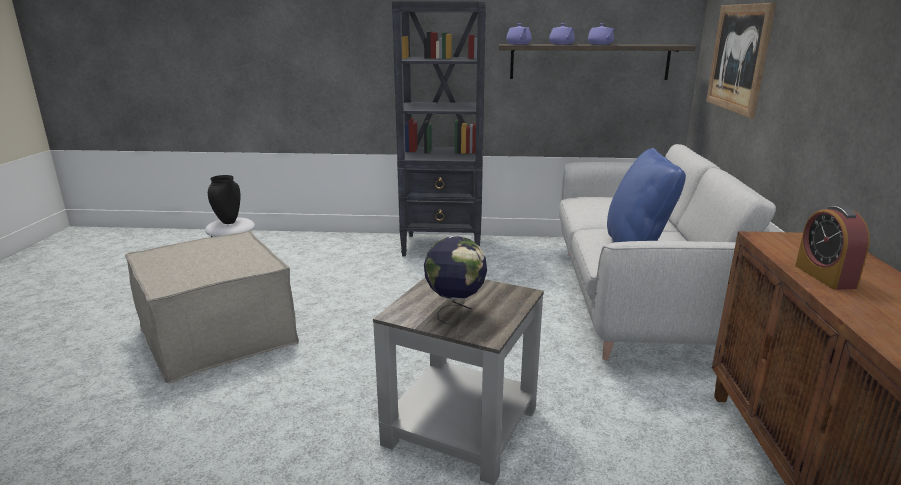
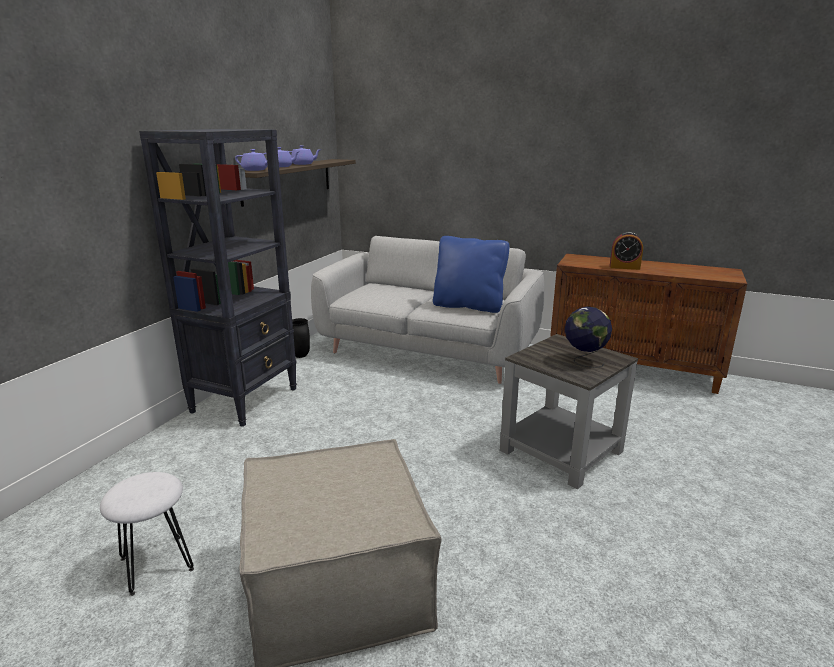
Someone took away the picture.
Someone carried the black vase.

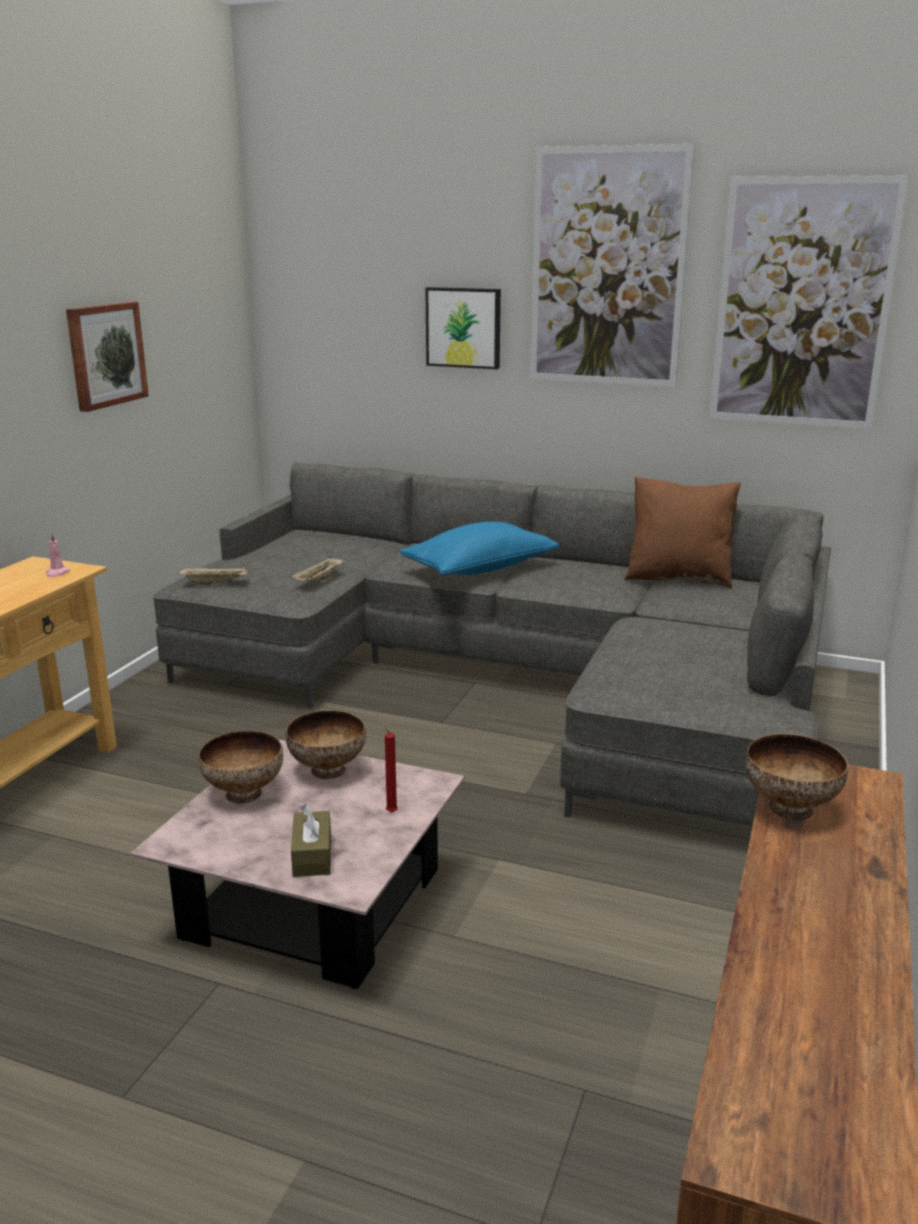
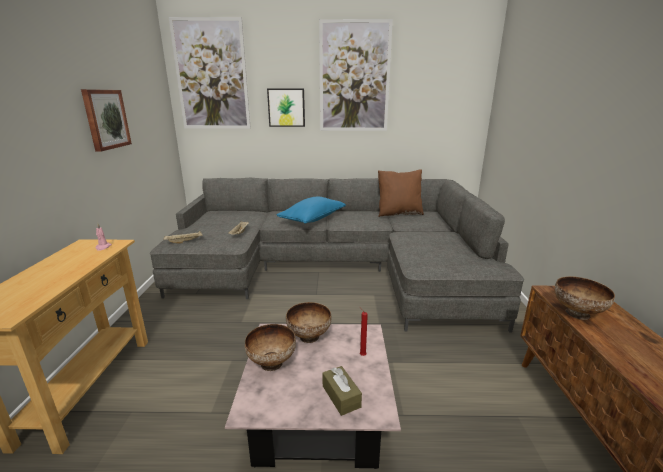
Someone carried the picture (no. 4 from left in the first image).

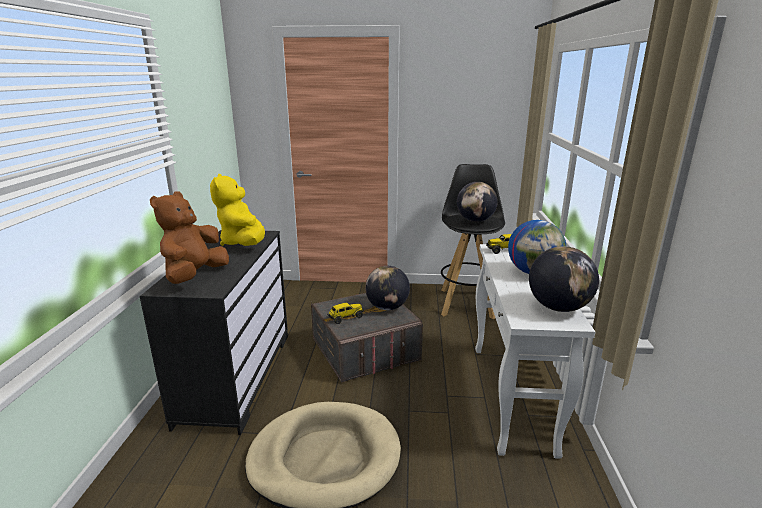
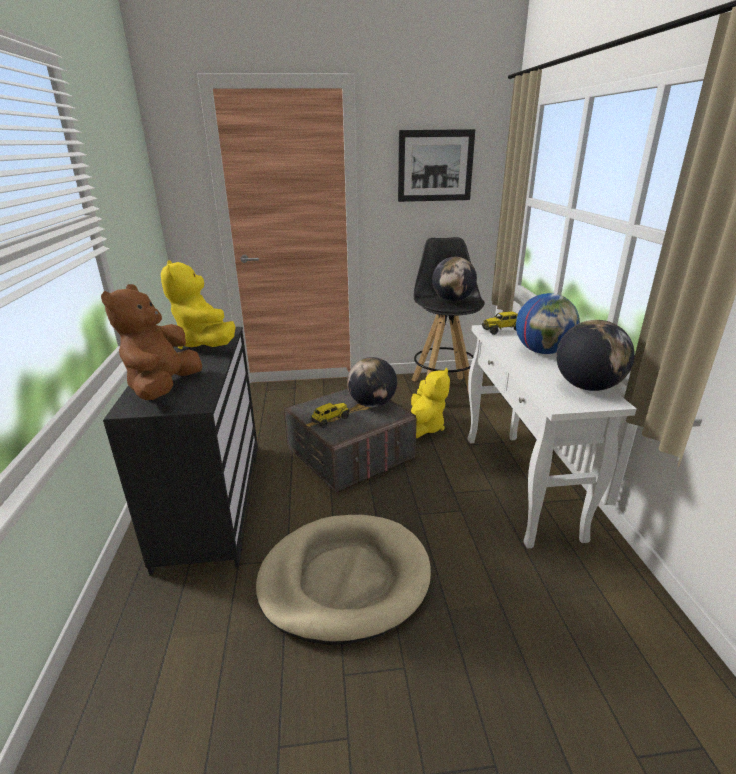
Someone put up the picture.
Someone put down the yellow plush toy (no. 2 from left).

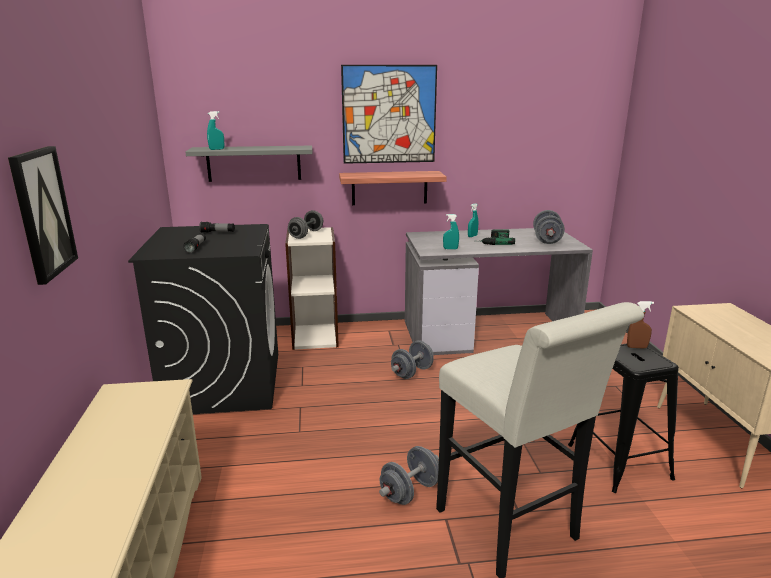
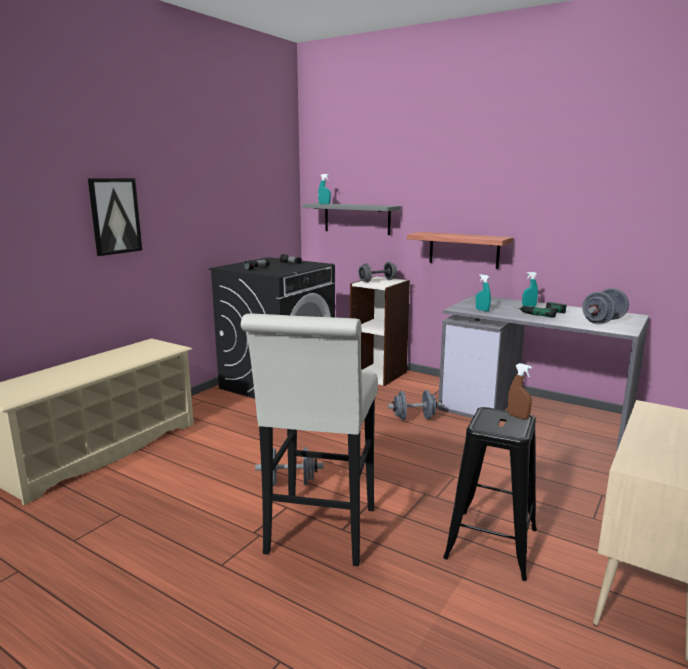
Someone took away the picture (no. 2 from left).

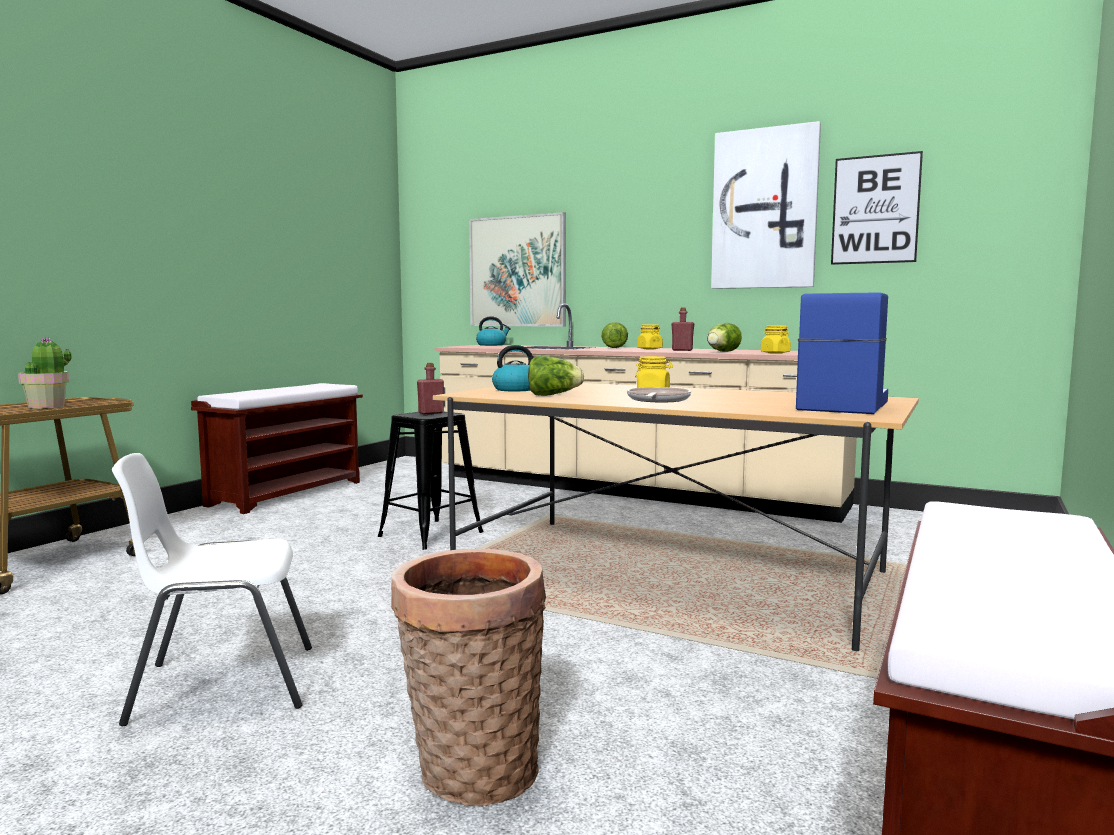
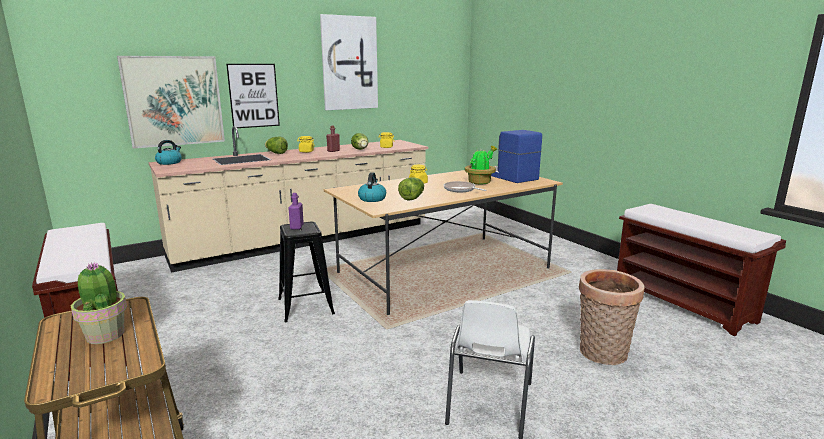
Someone carried the picture (no. 3 from left in the first image).
Someone repainted the red bottle (no. 1 from left), which became the purple bottle.
Someone put down the potted plant (no. 2 from left).

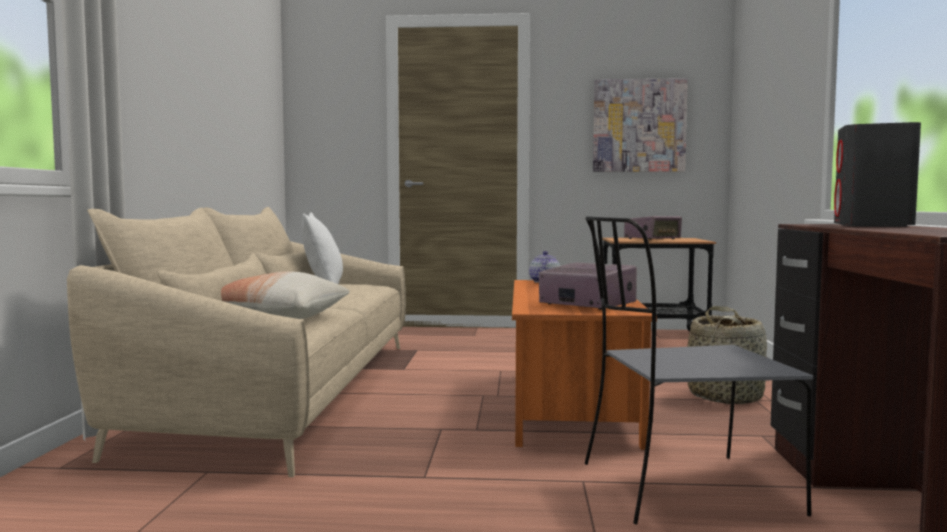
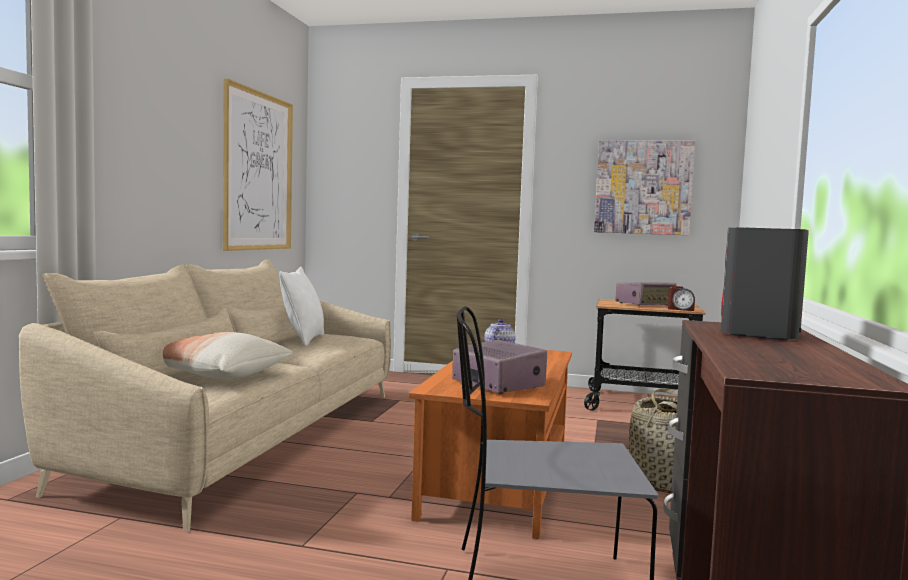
Someone put up the picture (no. 1 from left).
Someone put down the alarm clock.

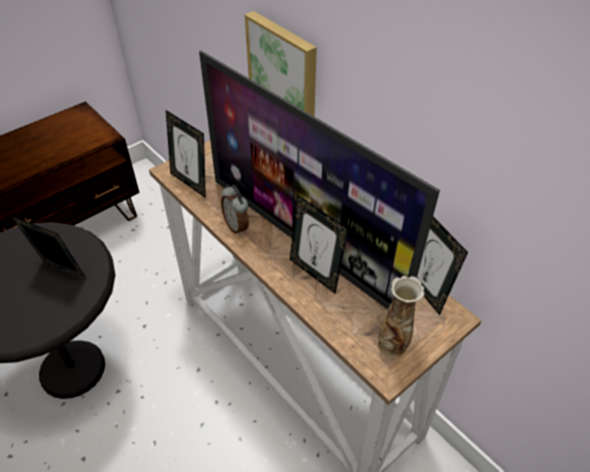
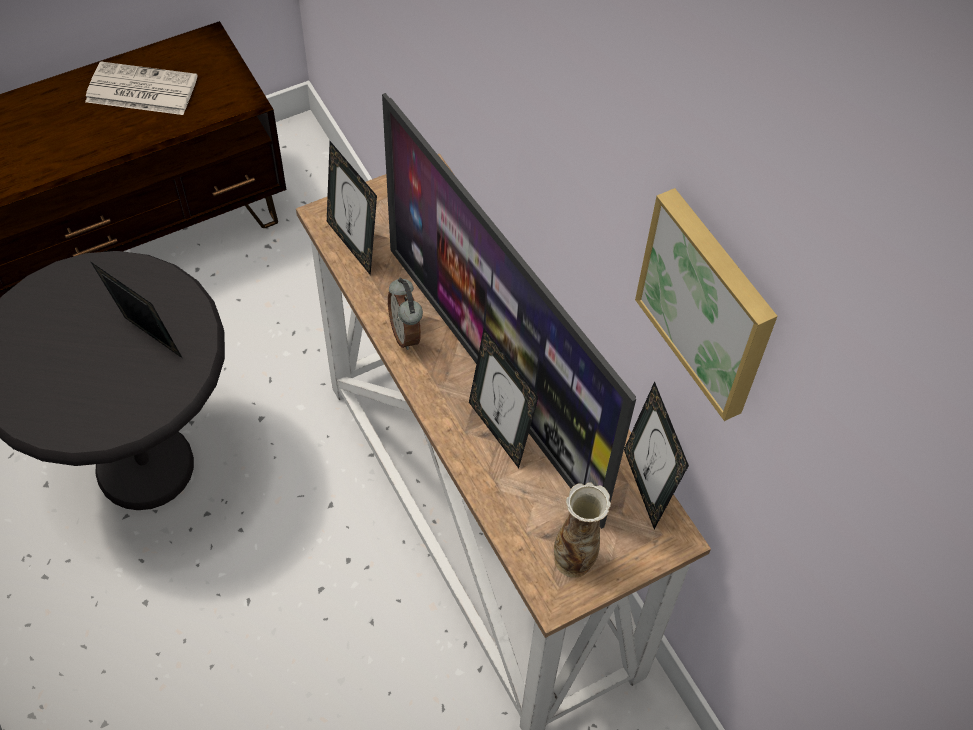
Someone carried the picture.
Someone put down the newspaper.

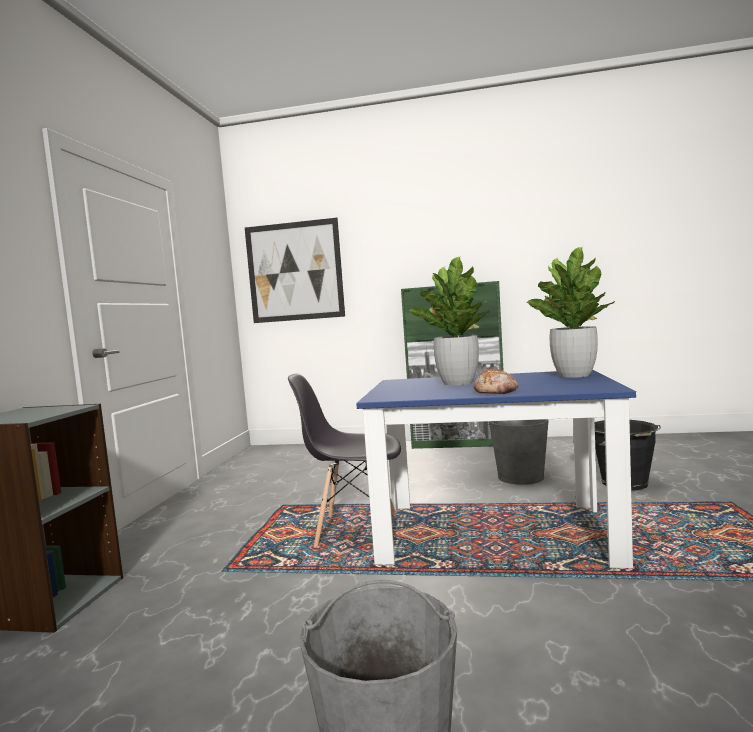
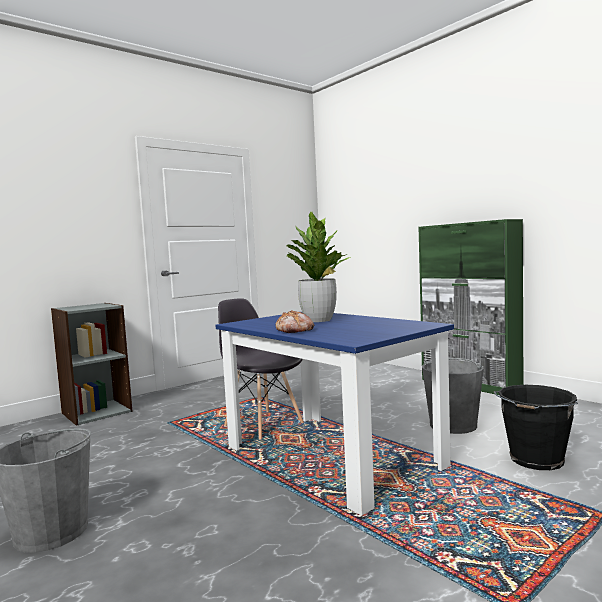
Someone took away the picture.
Someone took away the potted plant (no. 2 from left).

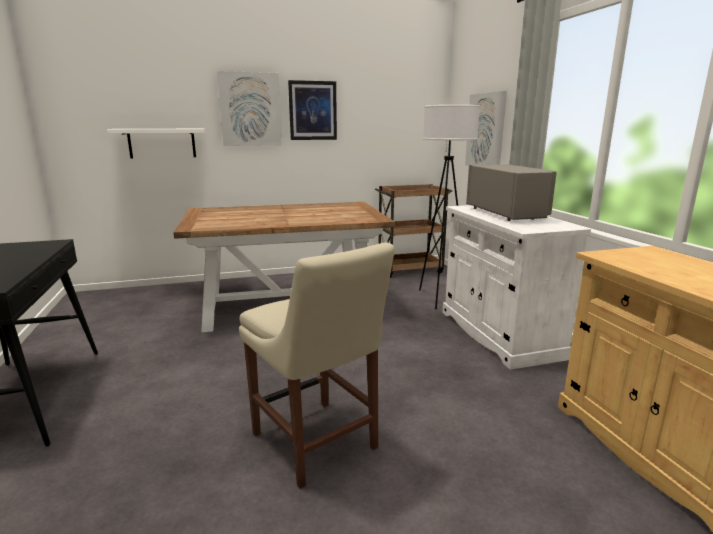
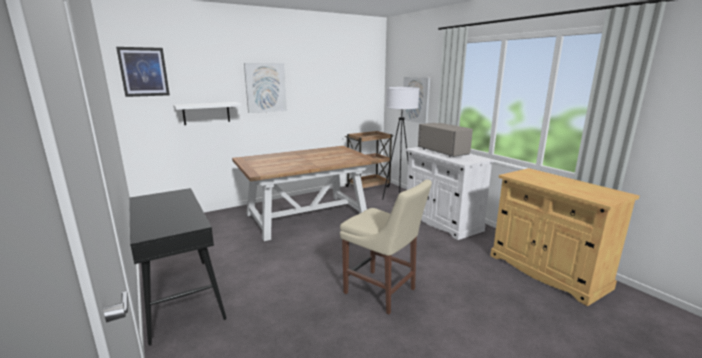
Someone carried the picture (no. 2 from left in the first image).

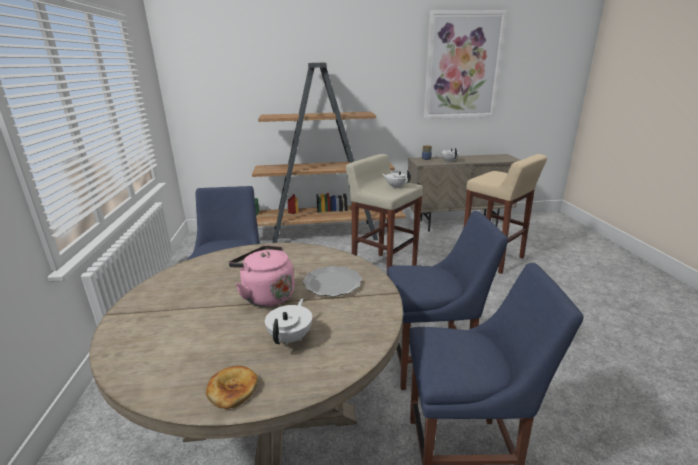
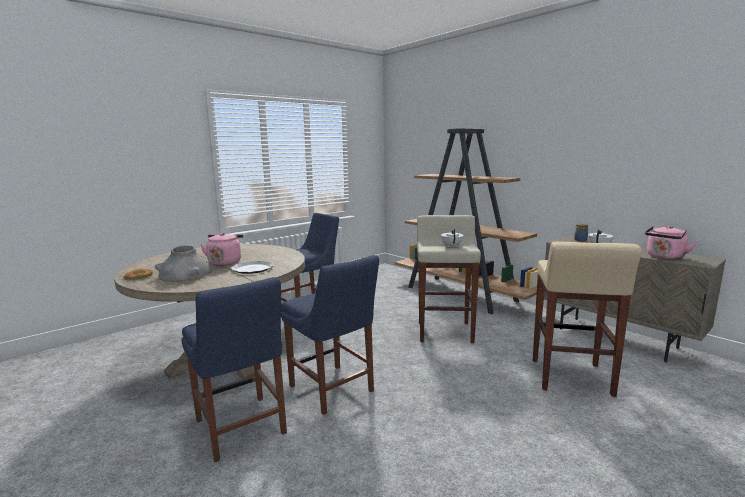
Someone took away the picture.
Someone swapped the white teapot (no. 1 from left) for the grey vase.
Someone put down the pink kettle (no. 2 from left).

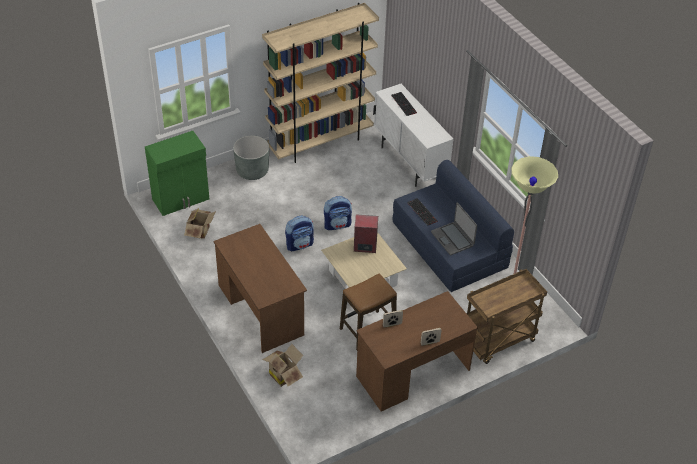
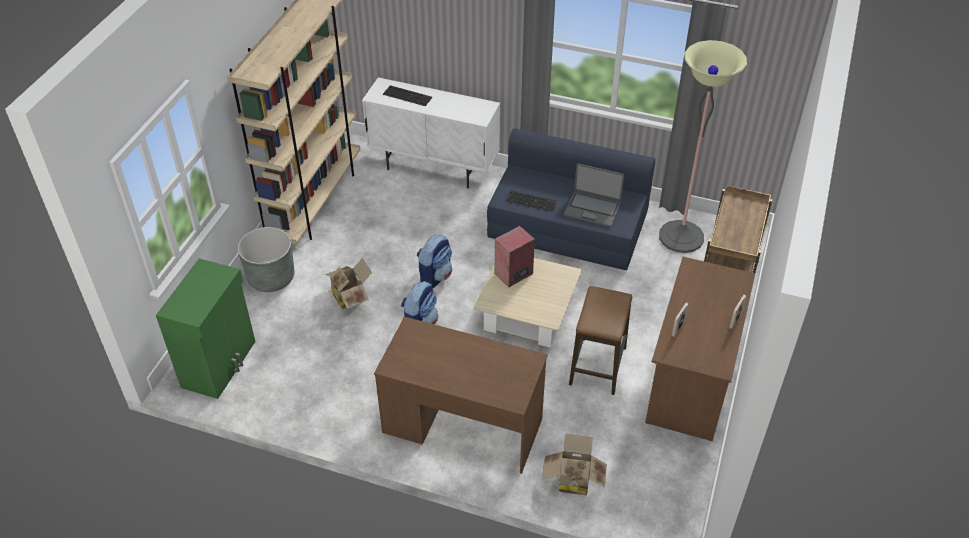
Someone carried the cardboard box (no. 1 from left).

